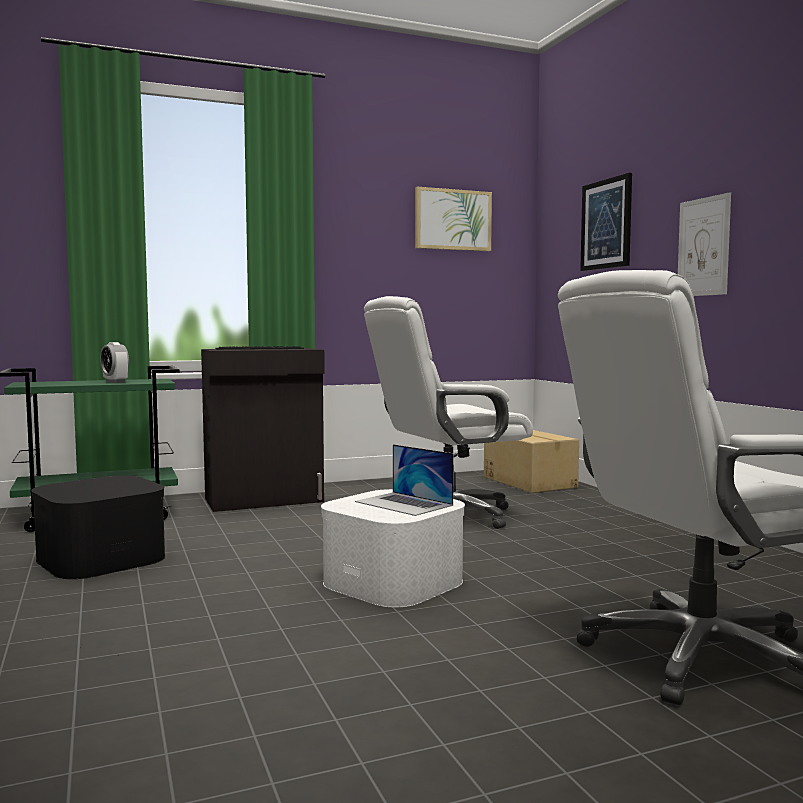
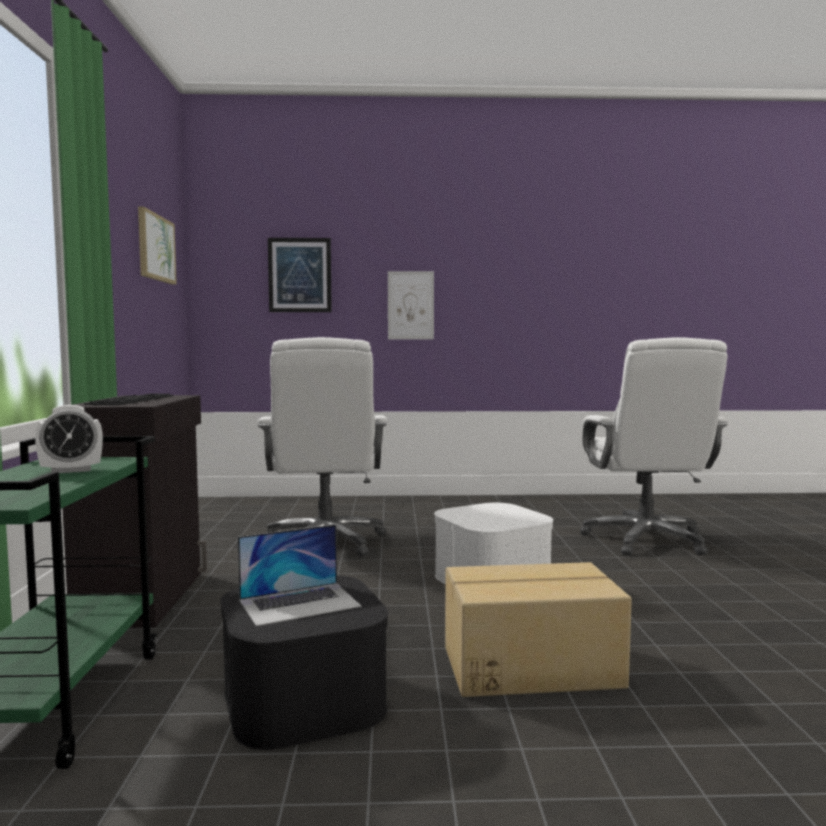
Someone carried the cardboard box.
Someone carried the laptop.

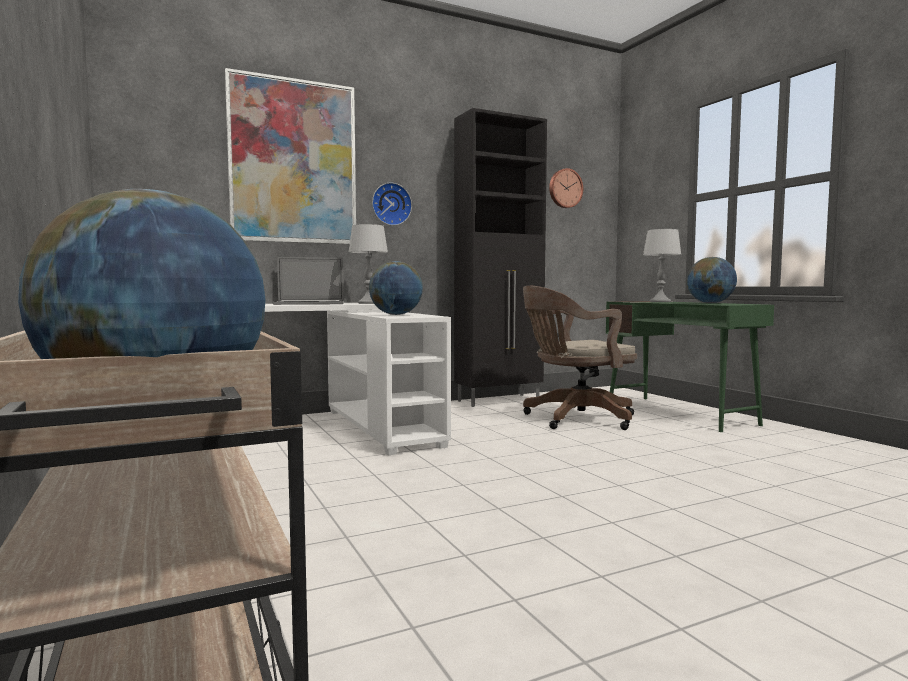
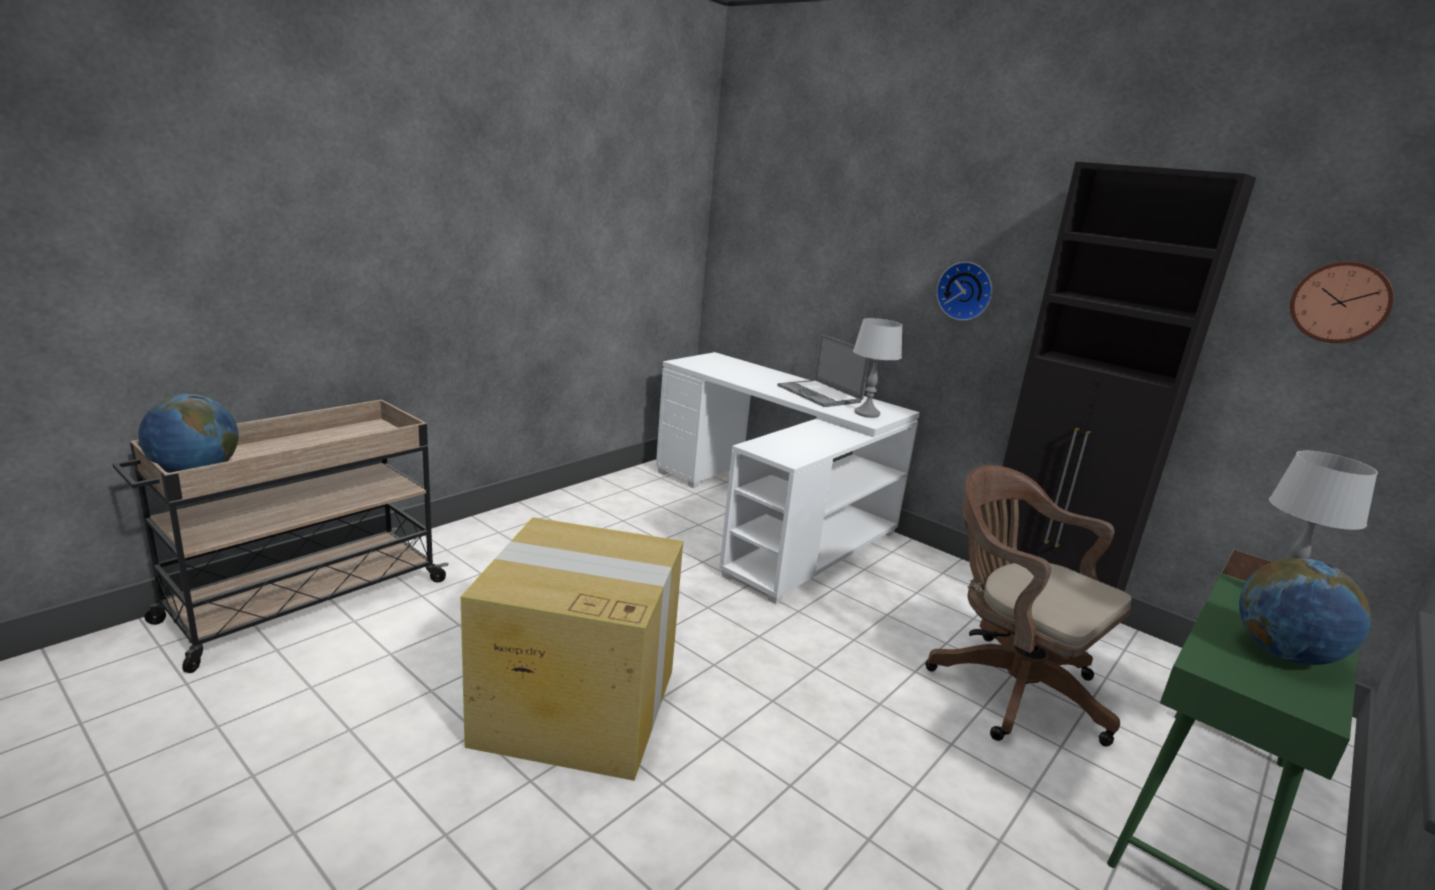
Someone took away the picture.
Someone took away the globe (no. 2 from left).
Someone put down the cardboard box.

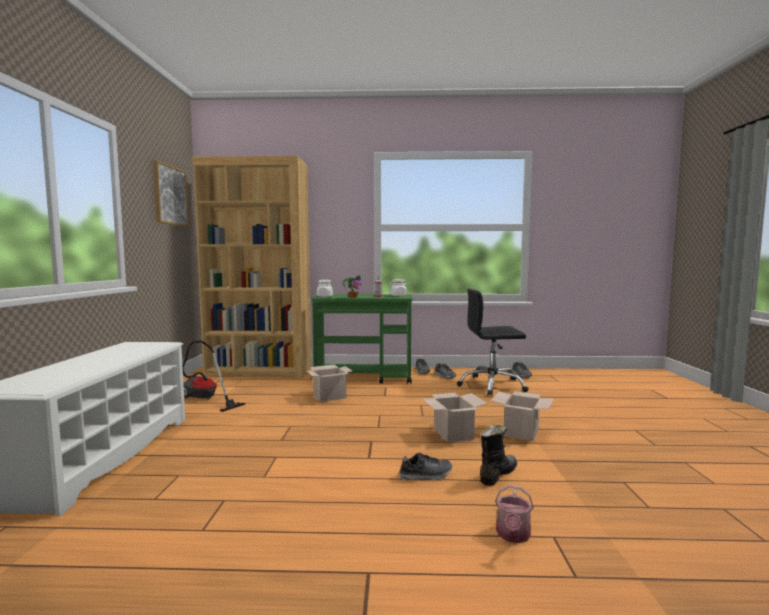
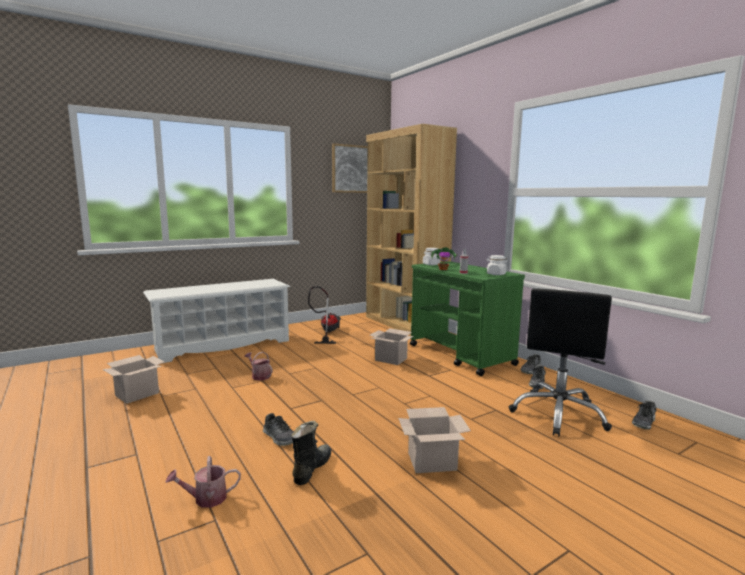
Someone rotated the black office chair by 120 degrees counterclockwise.
Someone carried the cardboard box (no. 2 from left in the first image).
Someone rotated the black boot by 75 degrees counterclockwise.
Someone put down the watering can (no. 2 from left).

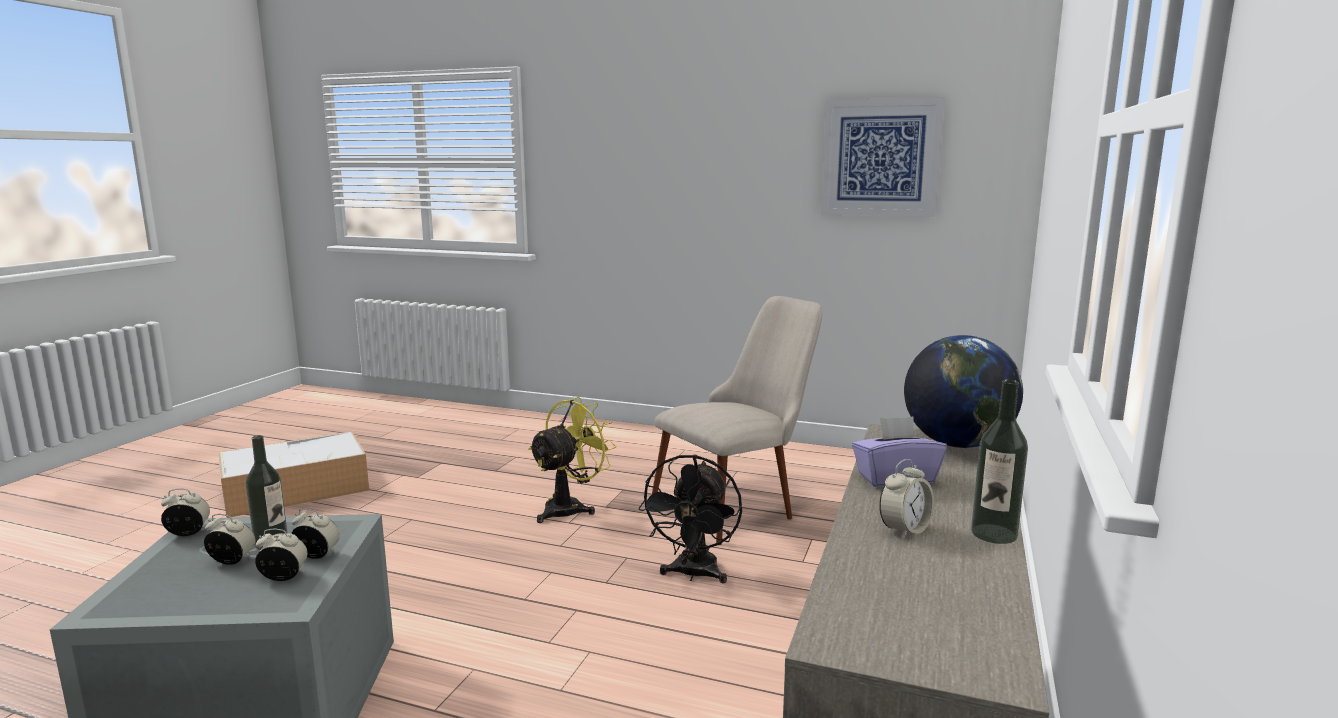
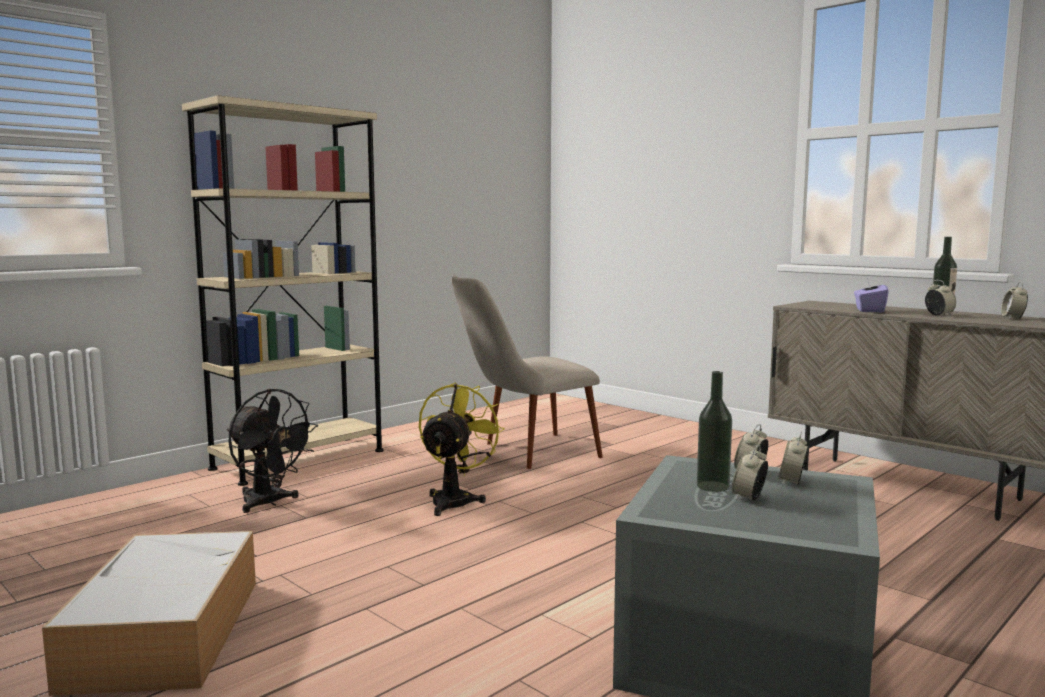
Someone took away the picture.
Someone rotated the beige chair by 105 degrees counterclockwise.
Someone took away the globe.
Someone rotated the yellow fan by 45 degrees clockwise.
Someone carried the black fan.
Someone carried the alarm clock (no. 1 from left in the first image).
Someone put down the beige bookcase.

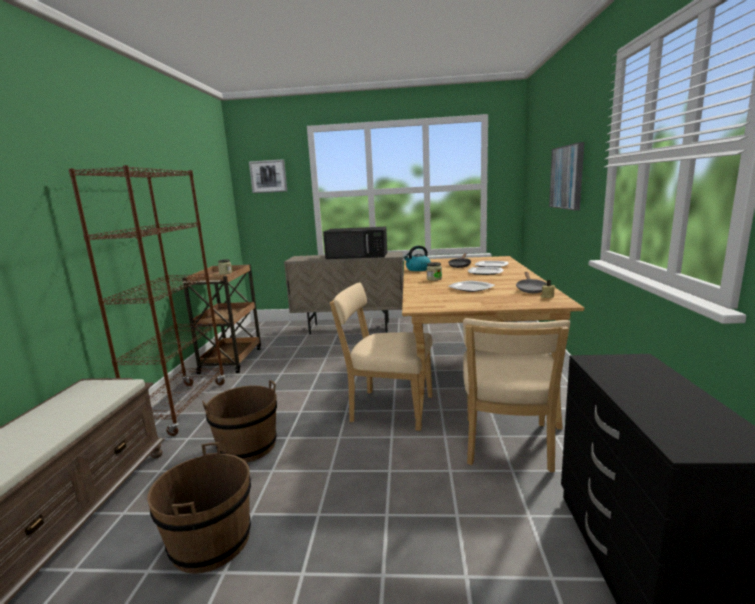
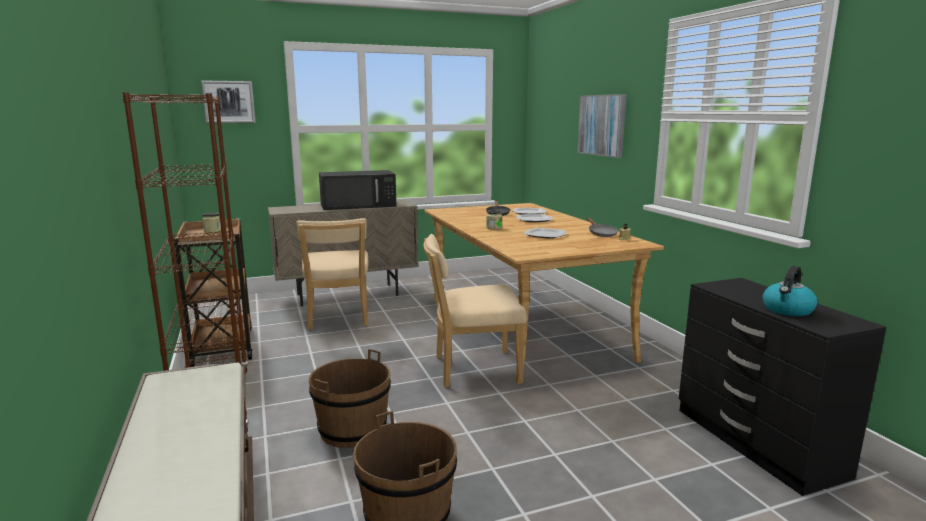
Someone carried the kettle.
Someone carried the beige chair (no. 2 from left in the first image).

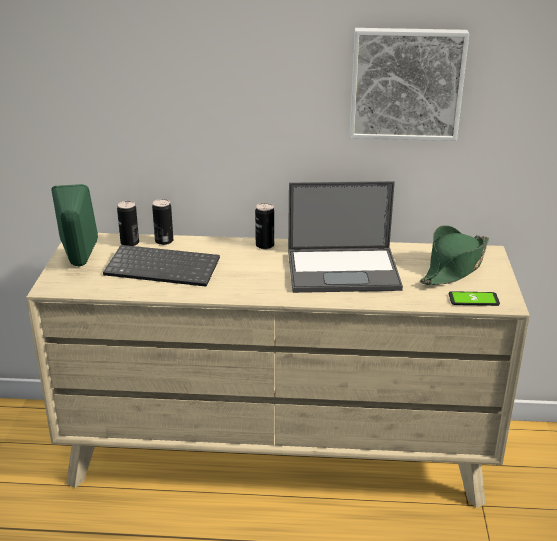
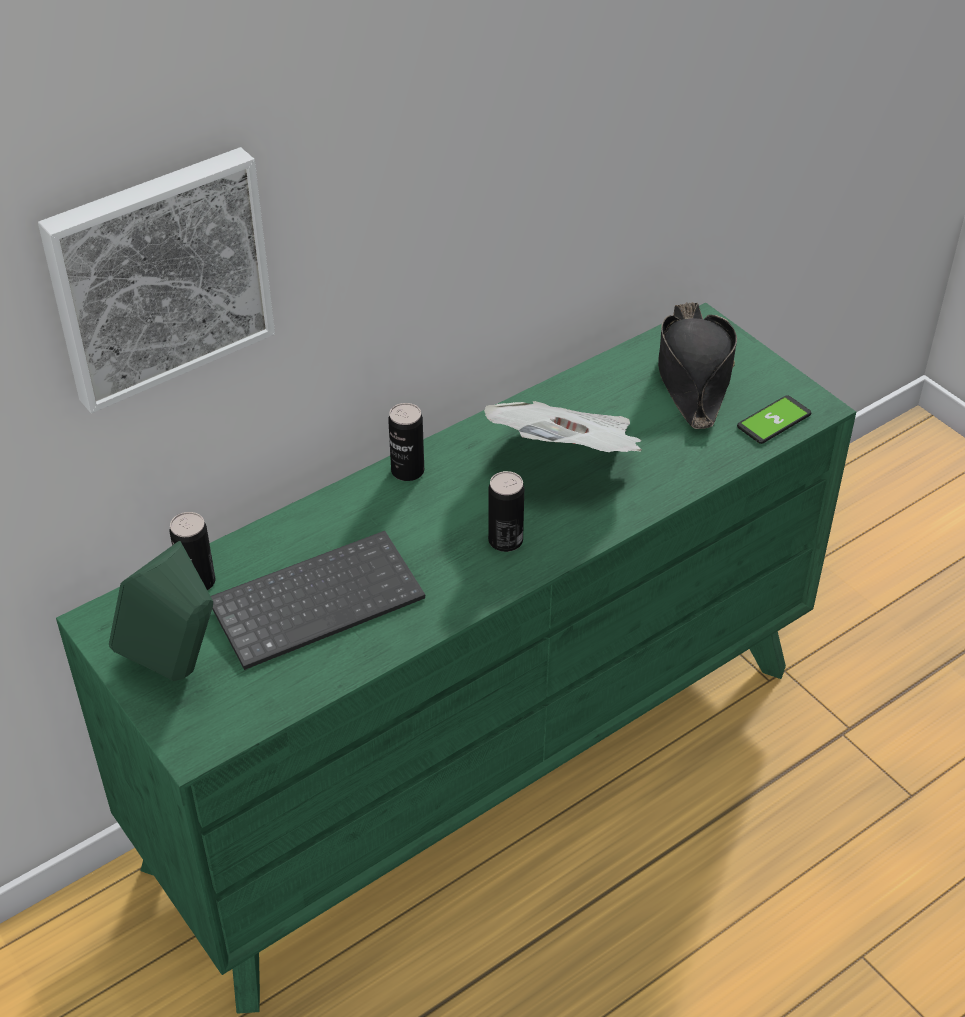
Someone carried the picture.
Someone swapped the laptop for the newspaper.
Someone carried the can (no. 2 from left in the first image).
Someone repainted the green hat, which became the black hat.
Someone repainted the beige dresser, which became the green dresser.

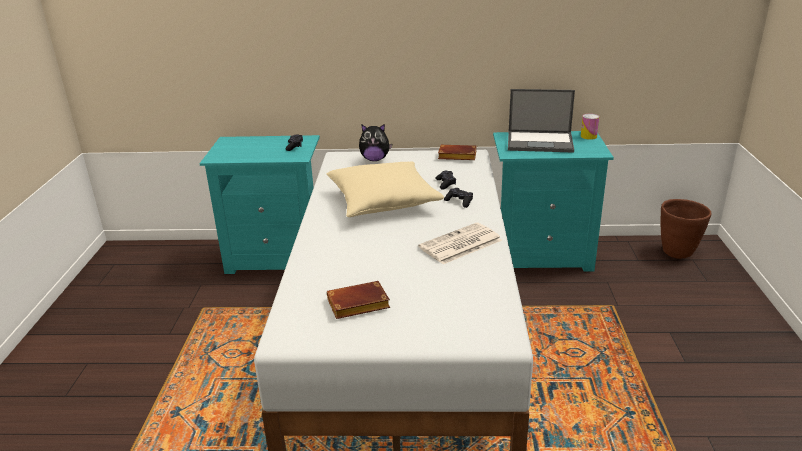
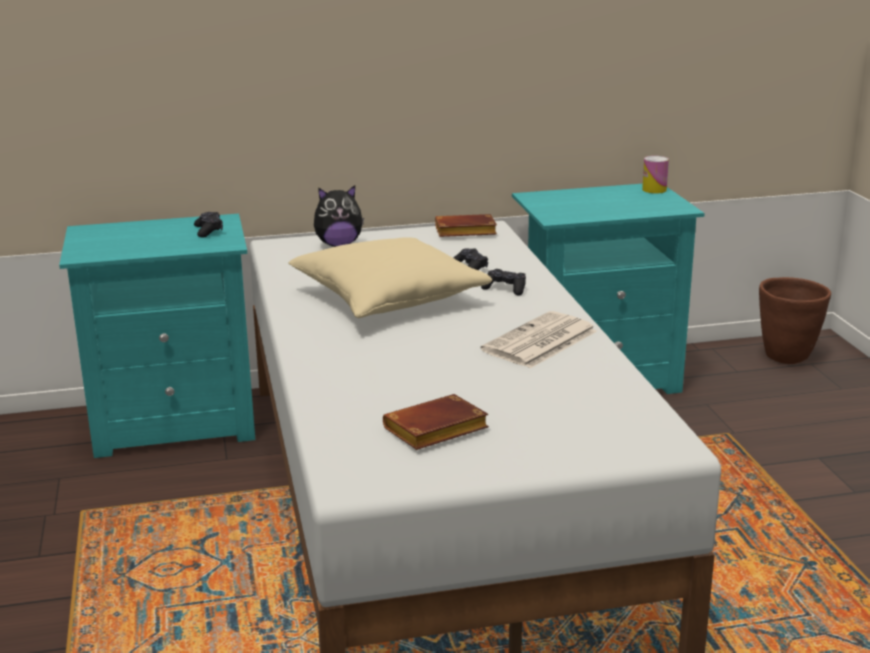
Someone took away the laptop.

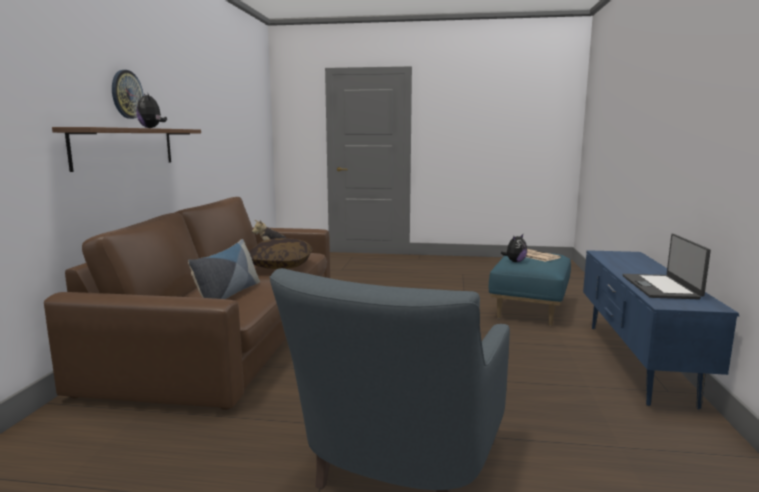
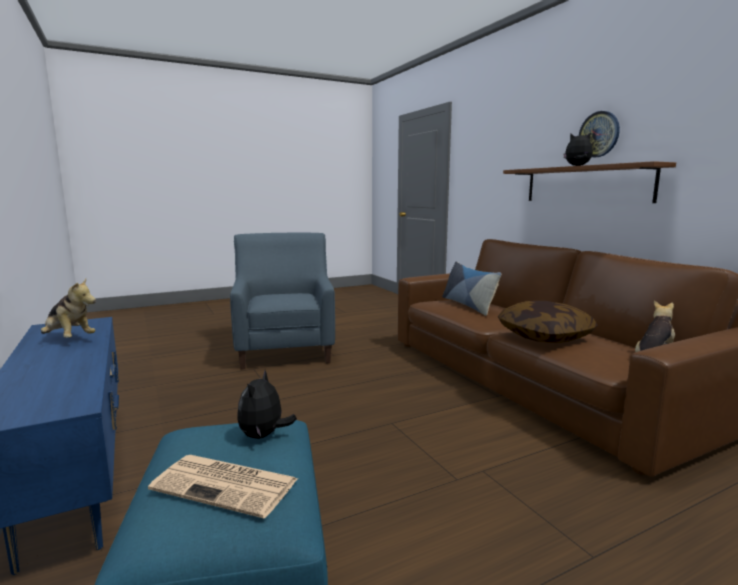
Someone swapped the laptop for the plush toy (no. 1 from left).

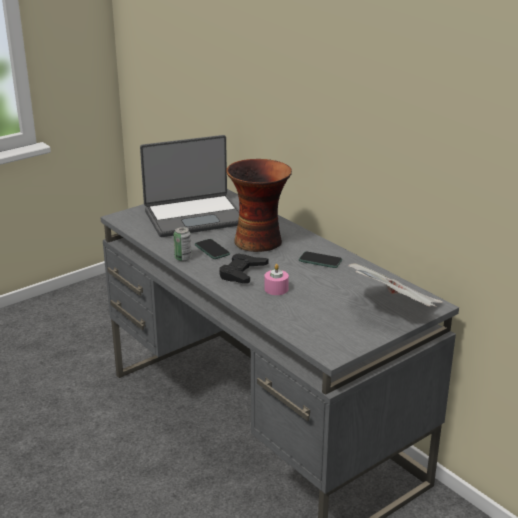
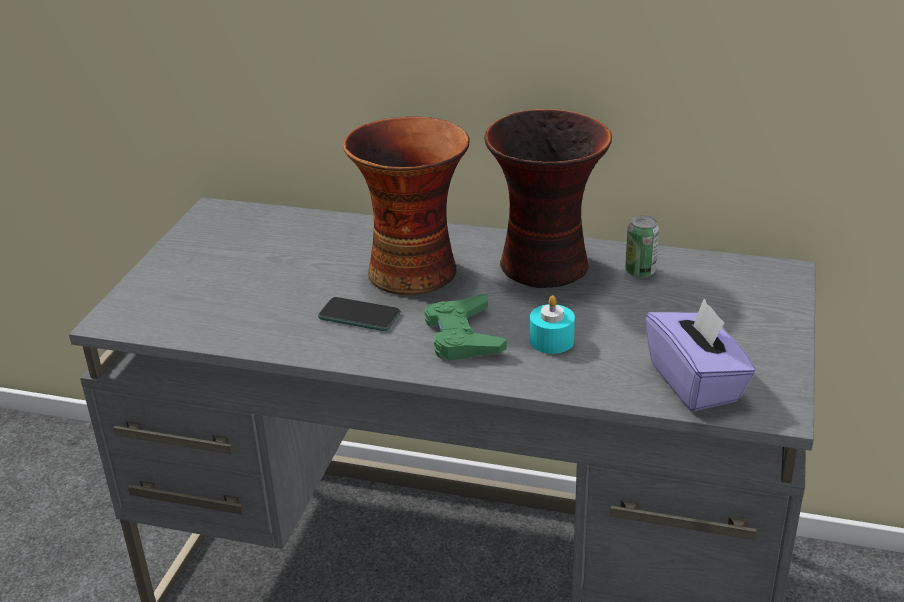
Someone took away the laptop.
Someone carried the can.
Someone swapped the phone (no. 2 from left) for the vase (no. 2 from left).
Someone repainted the black game controller, which became the green game controller.
Someone took away the newspaper.
Someone repainted the pink candle, which became the turquoise candle.
Someone put down the purple tissue box.

